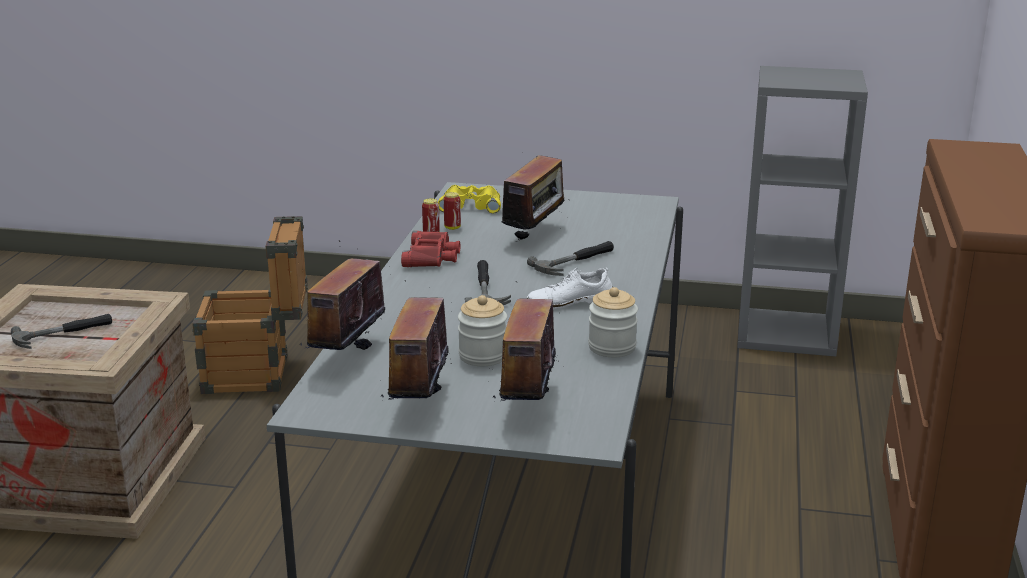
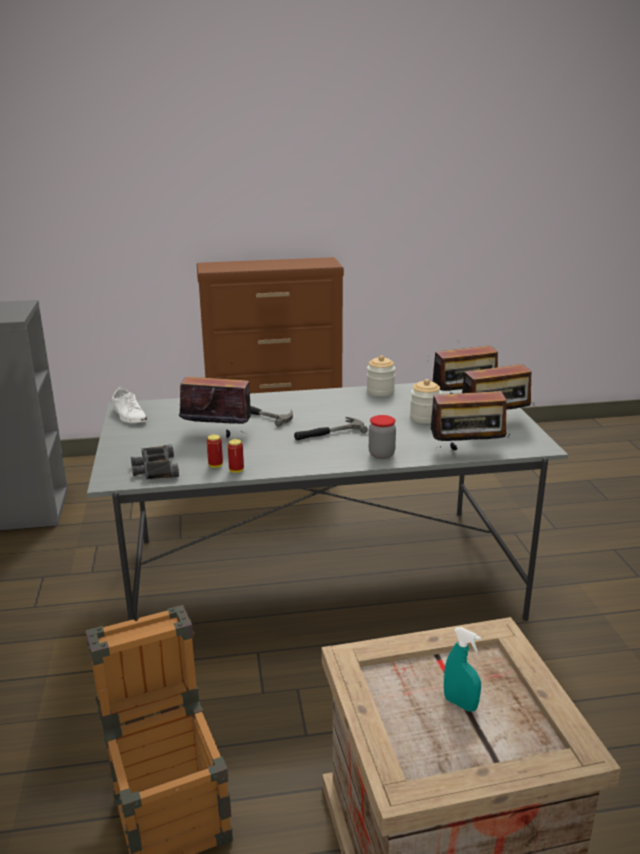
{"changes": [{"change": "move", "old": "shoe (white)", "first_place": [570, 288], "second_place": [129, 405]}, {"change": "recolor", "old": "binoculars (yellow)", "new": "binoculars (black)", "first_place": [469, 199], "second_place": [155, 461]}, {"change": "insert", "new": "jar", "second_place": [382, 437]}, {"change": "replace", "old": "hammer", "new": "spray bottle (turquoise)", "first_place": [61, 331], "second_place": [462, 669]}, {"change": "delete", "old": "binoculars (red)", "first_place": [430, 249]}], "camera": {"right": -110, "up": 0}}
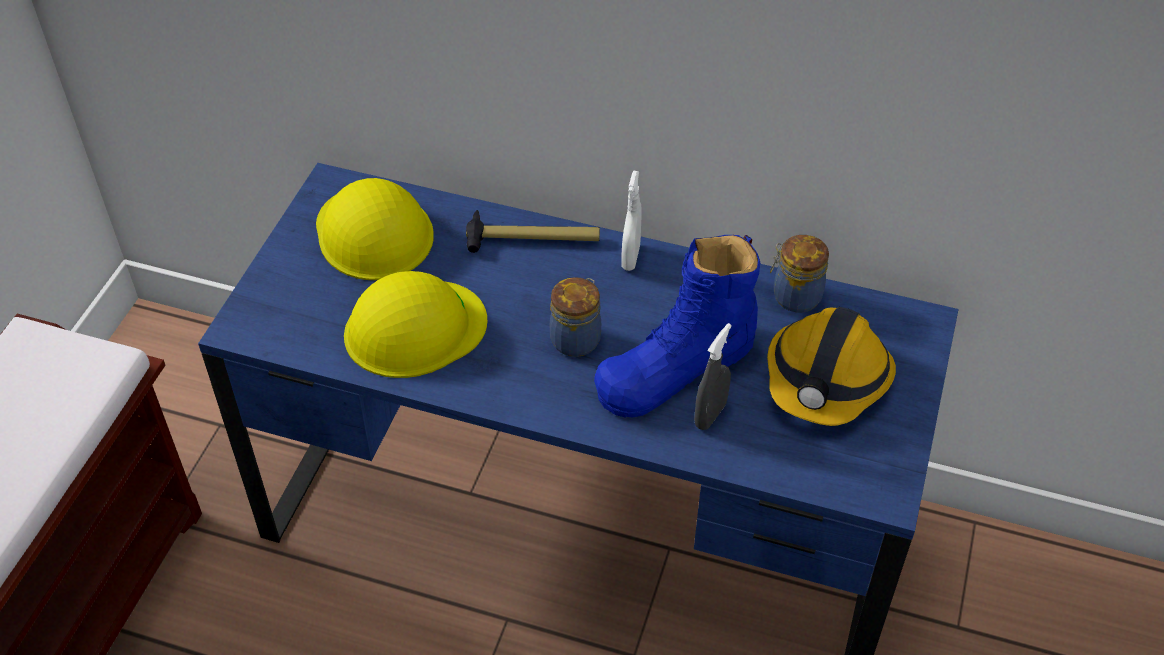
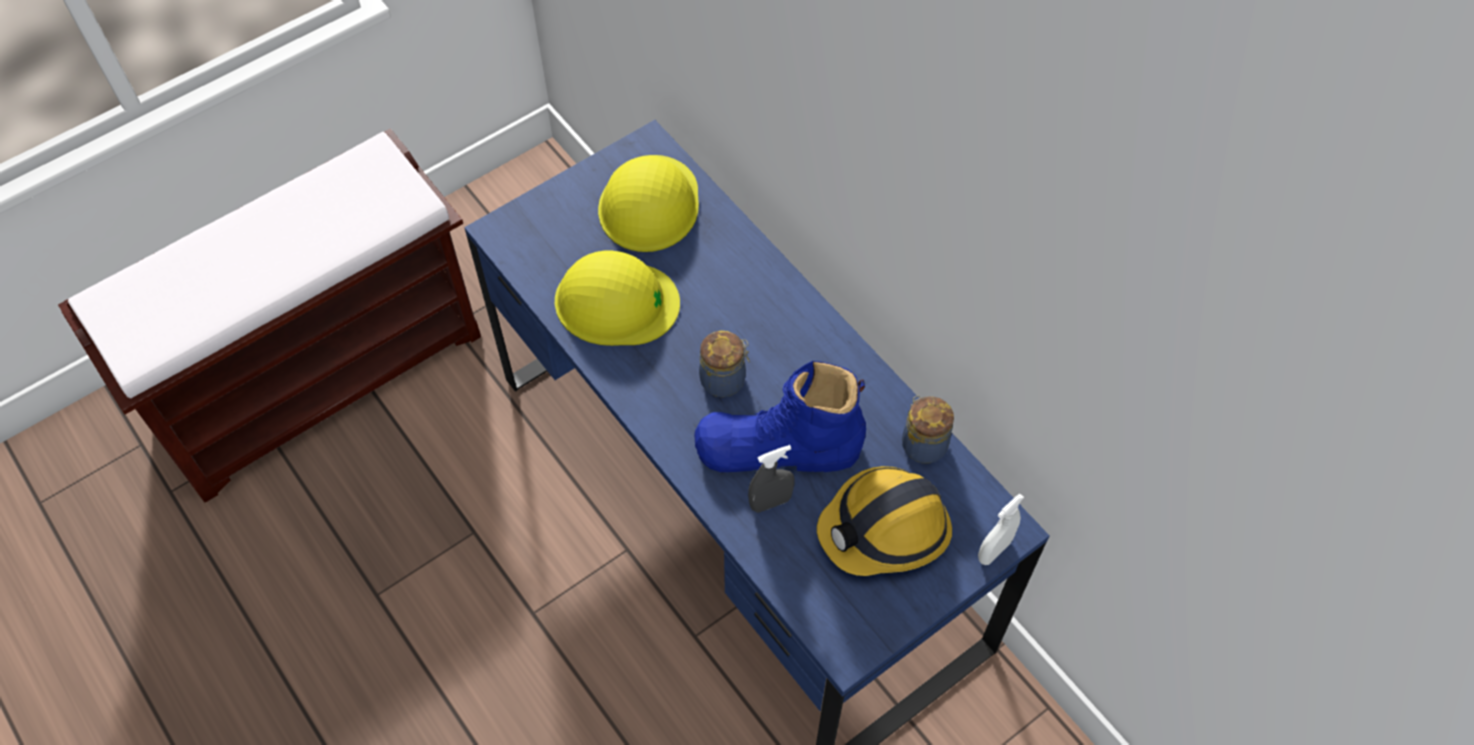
{"changes": [{"change": "move", "old": "spray bottle (white)", "first_place": [631, 220], "second_place": [1001, 529]}, {"change": "delete", "old": "hammer", "first_place": [533, 231]}], "camera": {"right": 35, "up": 10}}
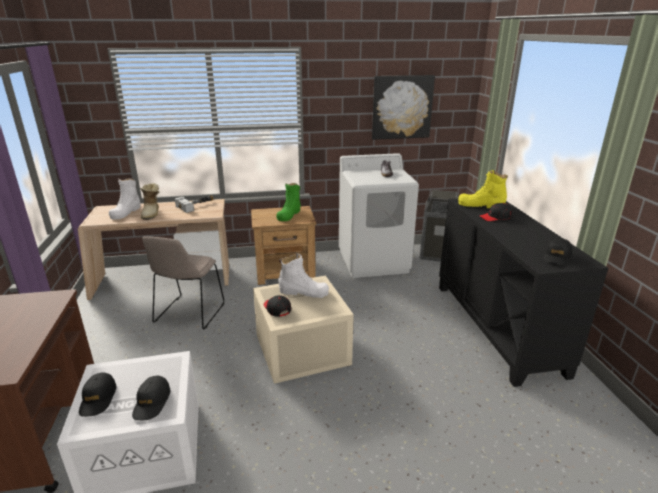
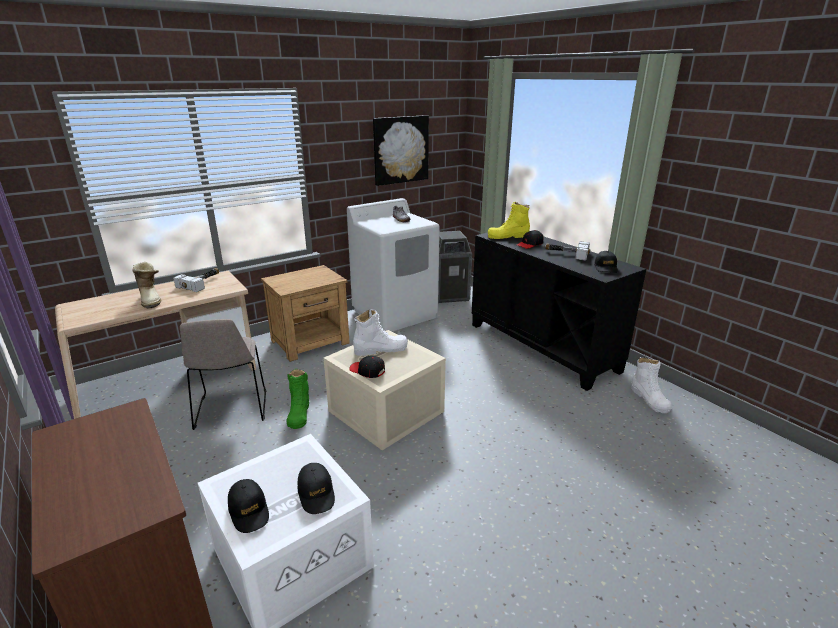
{"changes": [{"change": "move", "old": "boot (green)", "first_place": [288, 202], "second_place": [297, 399]}, {"change": "insert", "new": "hammer", "second_place": [567, 251]}, {"change": "move", "old": "boot (white)", "first_place": [125, 199], "second_place": [651, 385]}], "camera": {"right": -25, "up": 0}}
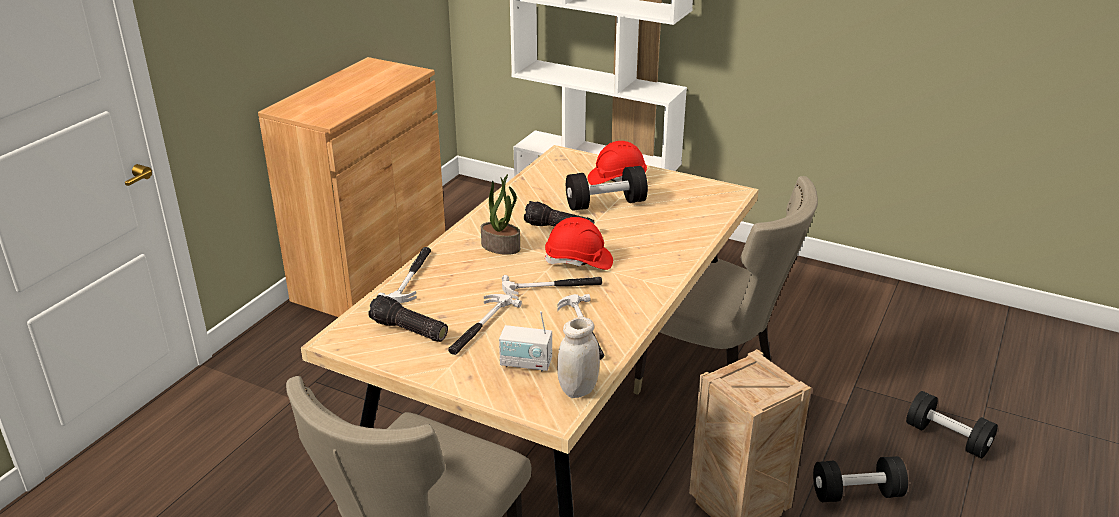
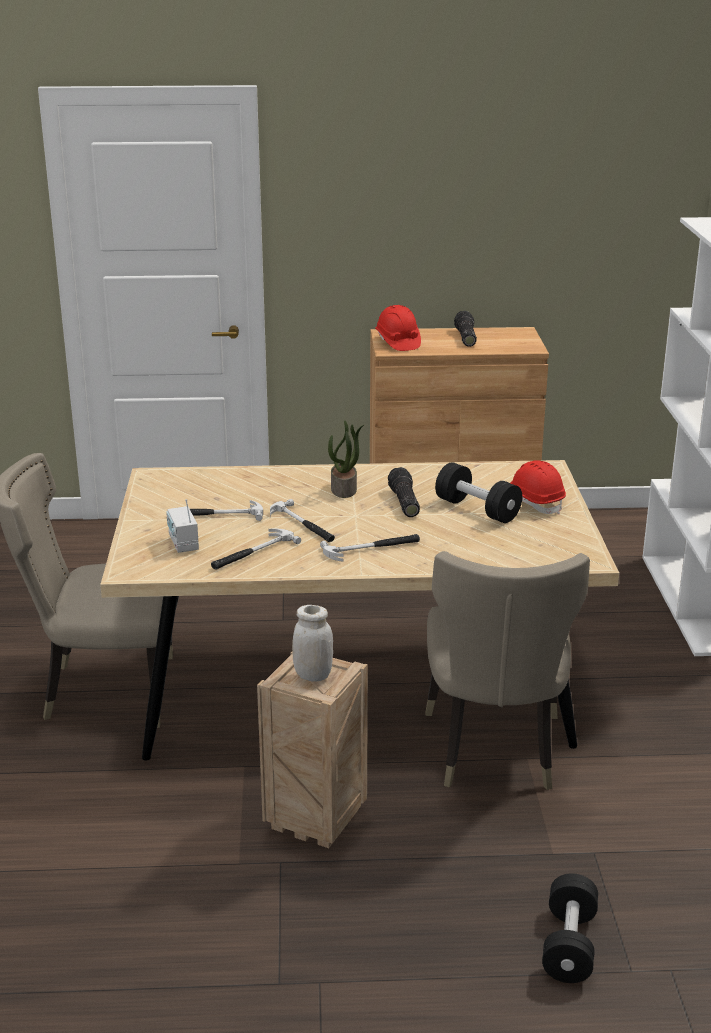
{"changes": [{"change": "move", "old": "jar (white)", "first_place": [578, 357], "second_place": [312, 643]}, {"change": "move", "old": "hammer", "first_place": [404, 275], "second_place": [370, 548]}, {"change": "move", "old": "hard hat (red)", "first_place": [578, 243], "second_place": [398, 328]}, {"change": "move", "old": "flashlight", "first_place": [408, 318], "second_place": [465, 329]}, {"change": "delete", "old": "dumbbell (black)", "first_place": [860, 479]}], "camera": {"right": 60, "up": -5}}
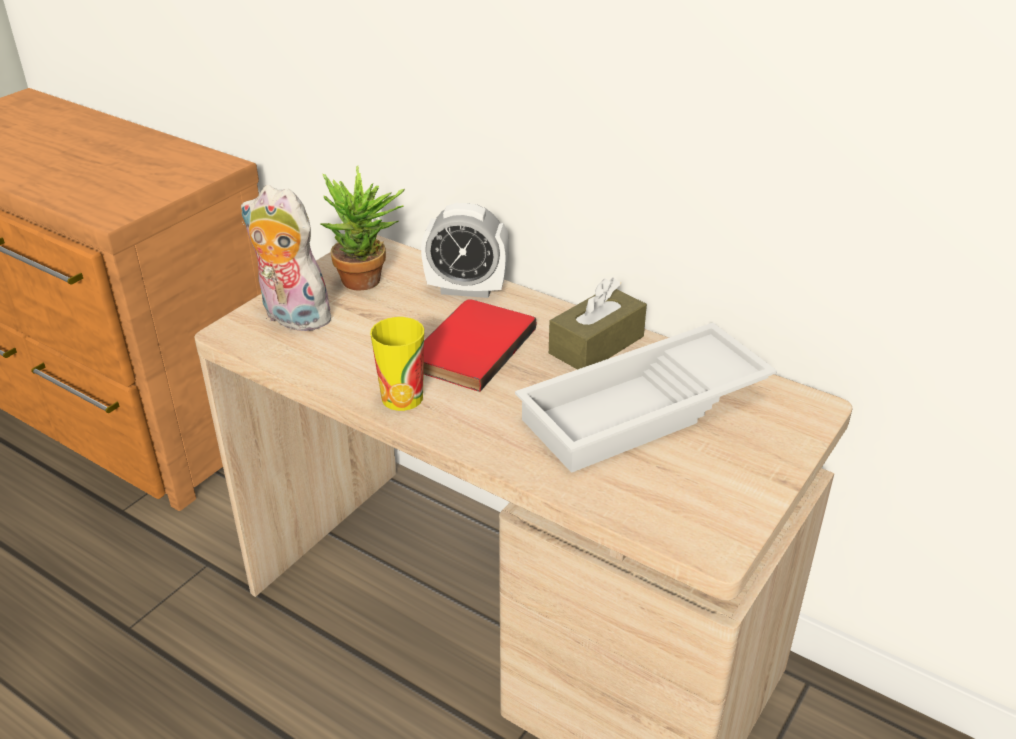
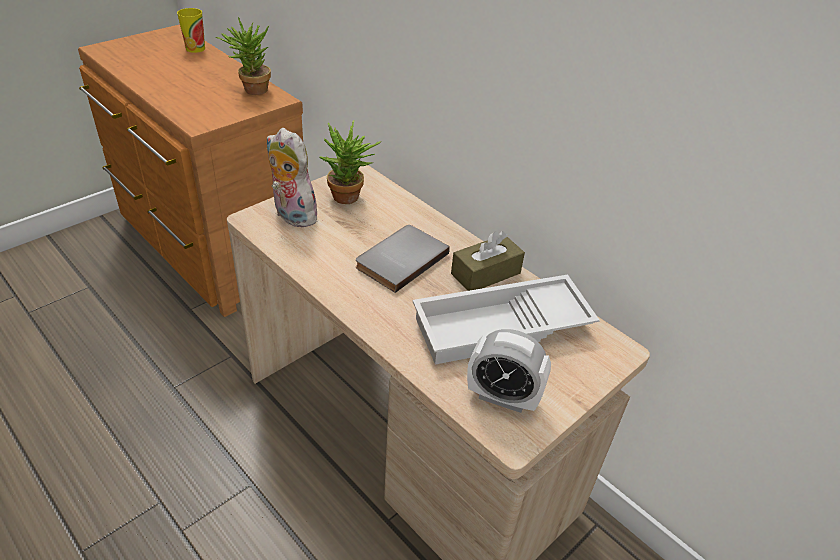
{"changes": [{"change": "move", "old": "cup", "first_place": [397, 364], "second_place": [191, 30]}, {"change": "insert", "new": "potted plant", "second_place": [243, 56]}, {"change": "recolor", "old": "book (red)", "new": "book (grey)", "first_place": [479, 345], "second_place": [403, 259]}, {"change": "move", "old": "alarm clock", "first_place": [465, 250], "second_place": [509, 371]}], "camera": {"right": 10, "up": 5}}
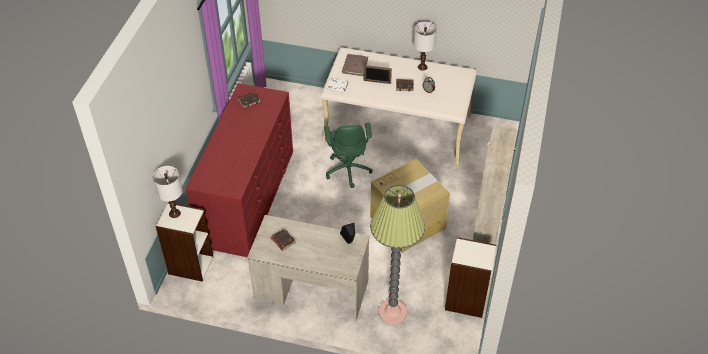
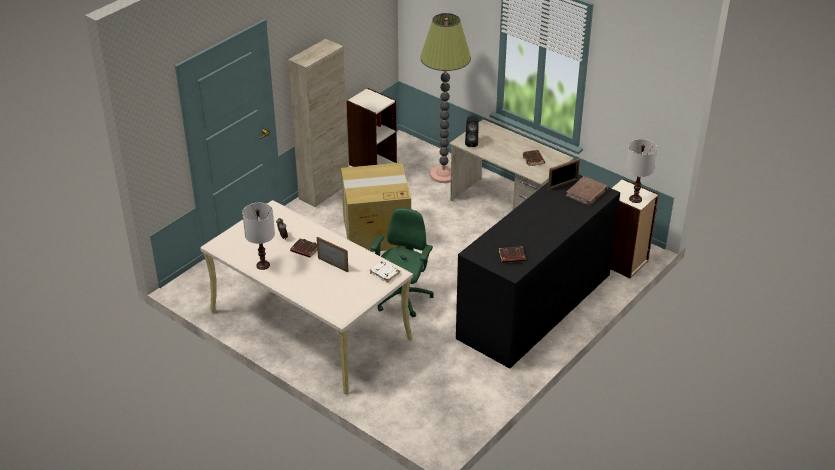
{"changes": [{"change": "recolor", "old": "dresser (red)", "new": "dresser (black)", "first_place": [239, 170], "second_place": [538, 271]}, {"change": "insert", "new": "picture frame", "second_place": [564, 174]}, {"change": "move", "old": "book (brown)", "first_place": [355, 65], "second_place": [587, 190]}], "camera": {"right": -155, "up": -10}}
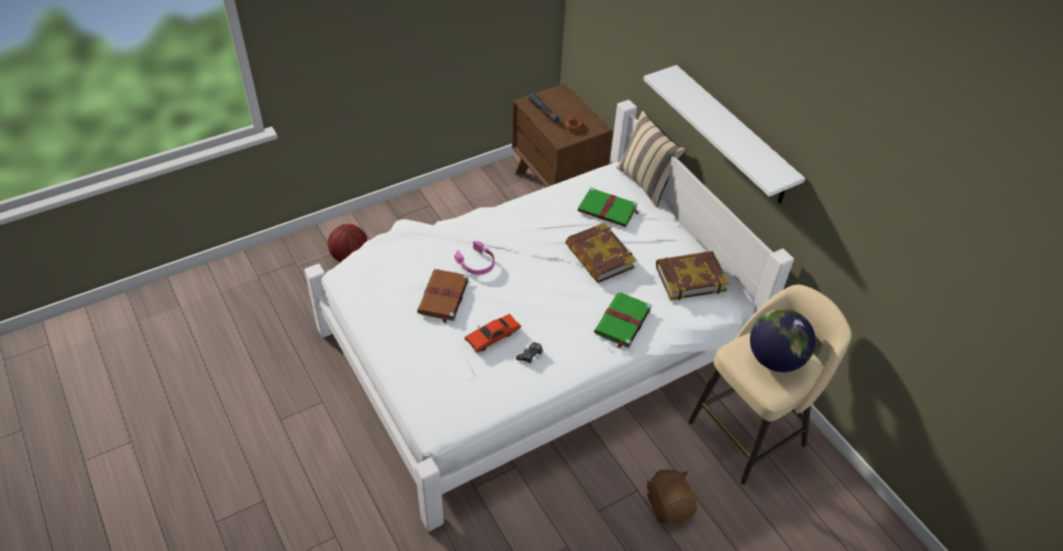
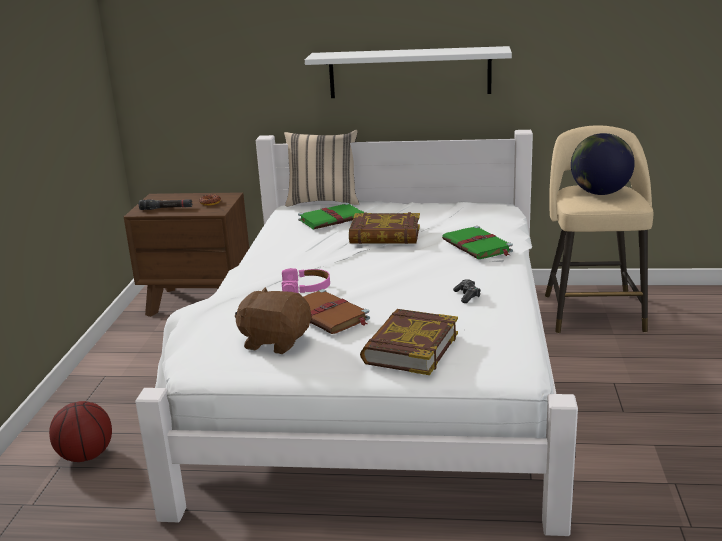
{"changes": [{"change": "move", "old": "plush toy (brown)", "first_place": [671, 496], "second_place": [273, 320]}, {"change": "move", "old": "book", "first_place": [692, 275], "second_place": [409, 342]}, {"change": "delete", "old": "toy car (red)", "first_place": [492, 333]}], "camera": {"right": -50, "up": -25}}
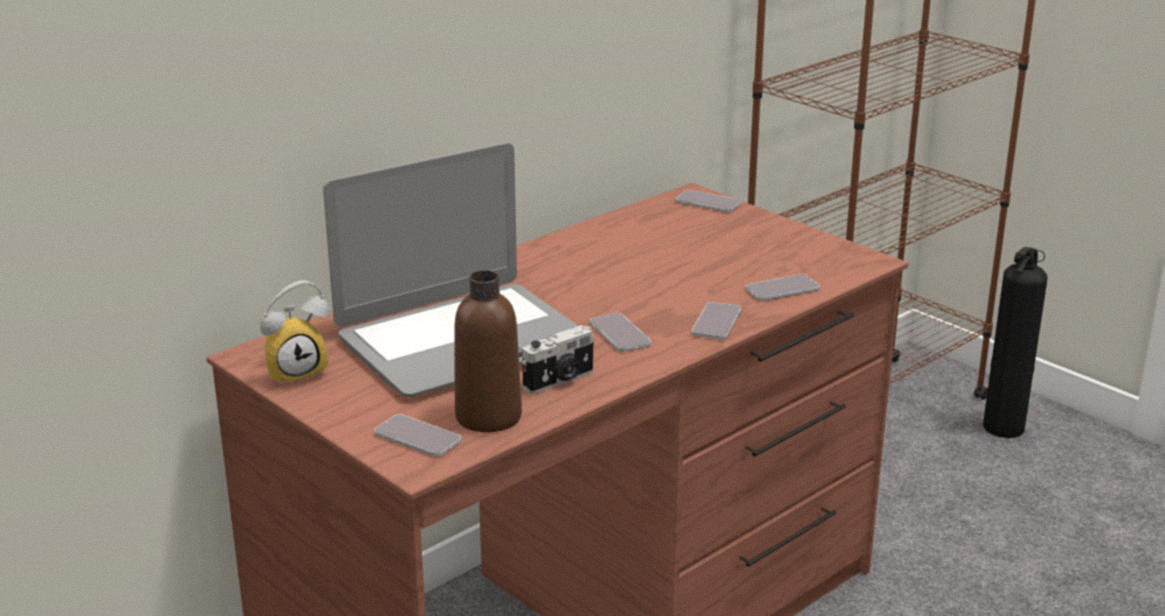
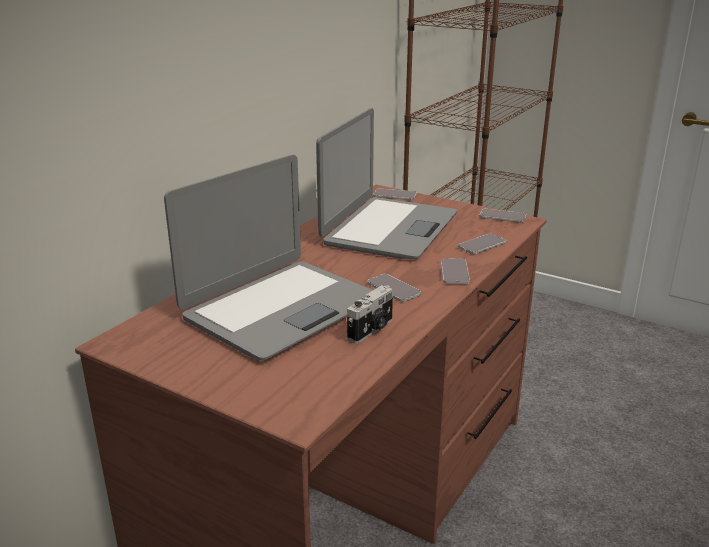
{"changes": [{"change": "insert", "new": "laptop", "second_place": [386, 183]}, {"change": "move", "old": "phone", "first_place": [417, 435], "second_place": [502, 216]}, {"change": "delete", "old": "alarm clock", "first_place": [295, 334]}, {"change": "delete", "old": "bottle (brown)", "first_place": [488, 351]}, {"change": "delete", "old": "fire extinguisher", "first_place": [1015, 342]}], "camera": {"right": -15, "up": 0}}
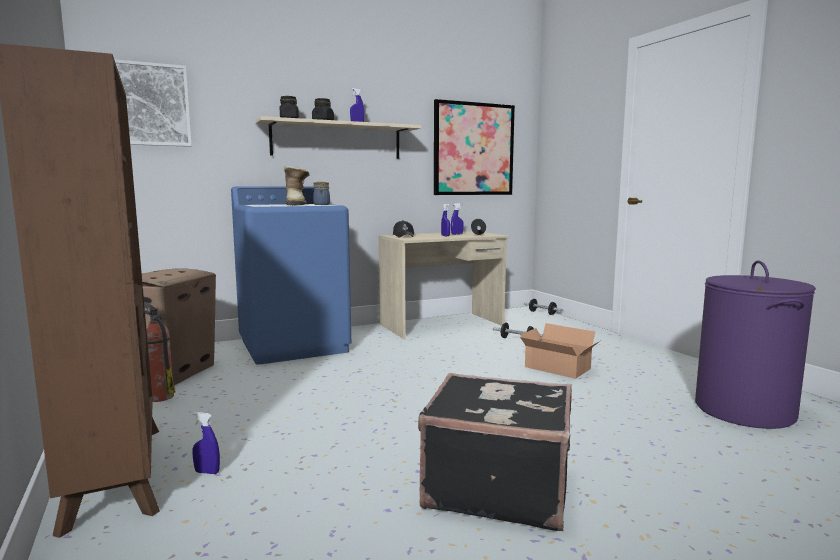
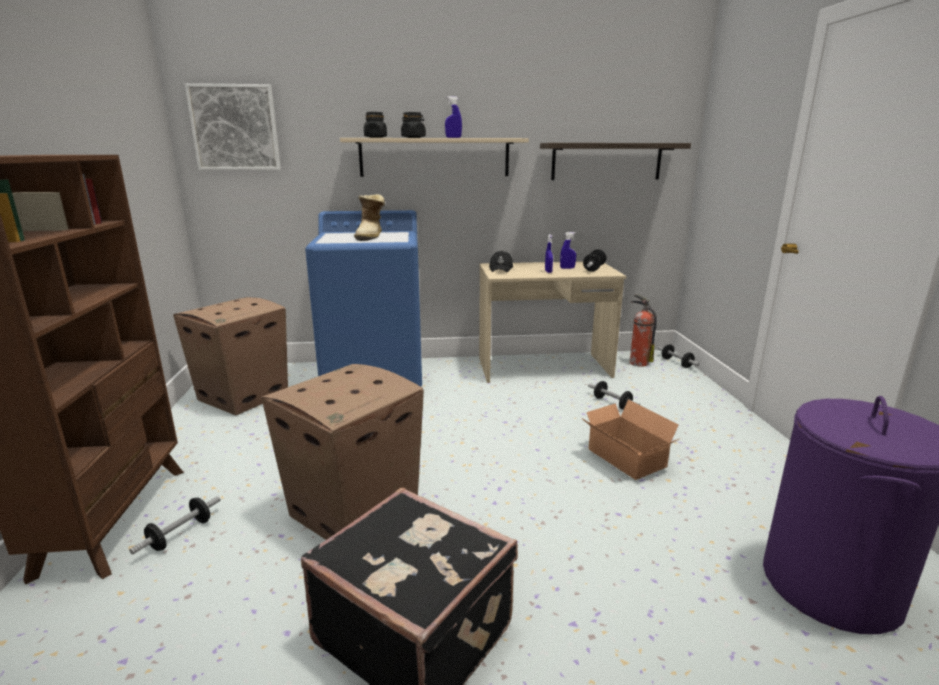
{"changes": [{"change": "replace", "old": "spray bottle (blue)", "new": "dumbbell", "first_place": [206, 443], "second_place": [175, 525]}, {"change": "insert", "new": "cardboard box", "second_place": [342, 452]}, {"change": "replace", "old": "picture", "new": "shelf", "first_place": [474, 147], "second_place": [615, 161]}, {"change": "move", "old": "fire extinguisher", "first_place": [160, 352], "second_place": [643, 331]}, {"change": "delete", "old": "jar", "first_place": [321, 193]}], "camera": {"right": 20, "up": 10}}
